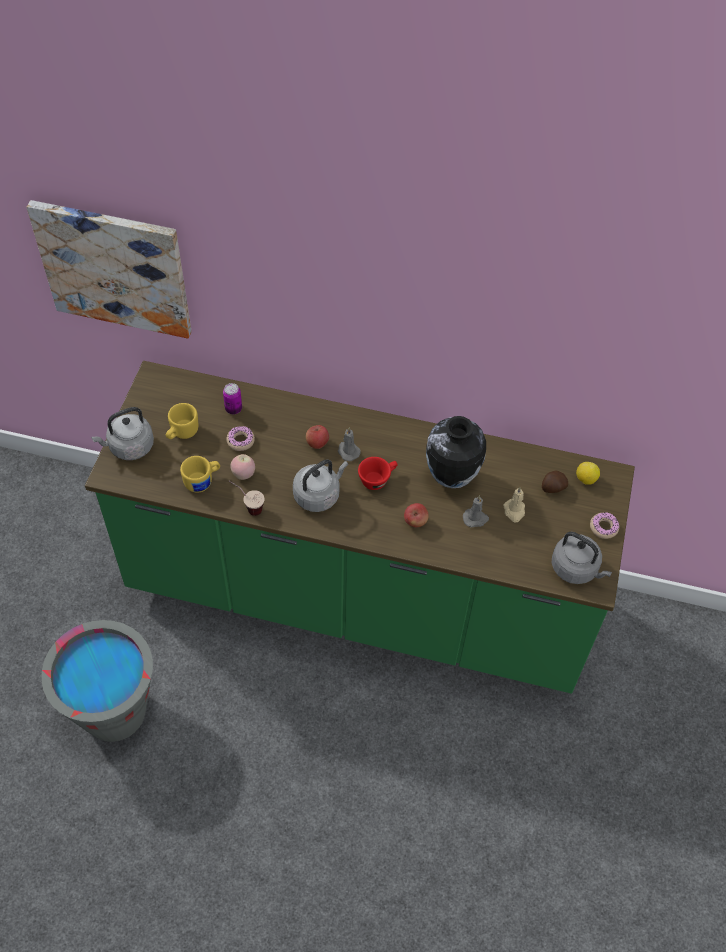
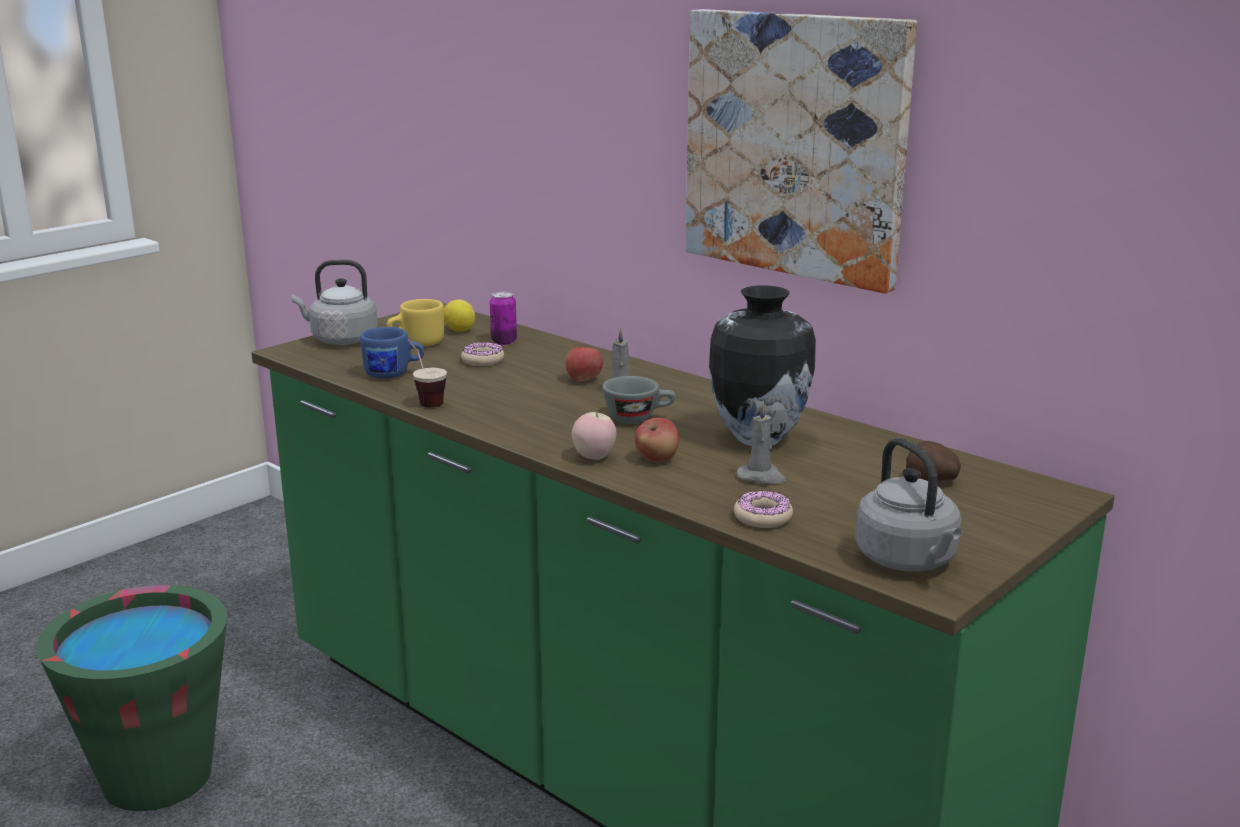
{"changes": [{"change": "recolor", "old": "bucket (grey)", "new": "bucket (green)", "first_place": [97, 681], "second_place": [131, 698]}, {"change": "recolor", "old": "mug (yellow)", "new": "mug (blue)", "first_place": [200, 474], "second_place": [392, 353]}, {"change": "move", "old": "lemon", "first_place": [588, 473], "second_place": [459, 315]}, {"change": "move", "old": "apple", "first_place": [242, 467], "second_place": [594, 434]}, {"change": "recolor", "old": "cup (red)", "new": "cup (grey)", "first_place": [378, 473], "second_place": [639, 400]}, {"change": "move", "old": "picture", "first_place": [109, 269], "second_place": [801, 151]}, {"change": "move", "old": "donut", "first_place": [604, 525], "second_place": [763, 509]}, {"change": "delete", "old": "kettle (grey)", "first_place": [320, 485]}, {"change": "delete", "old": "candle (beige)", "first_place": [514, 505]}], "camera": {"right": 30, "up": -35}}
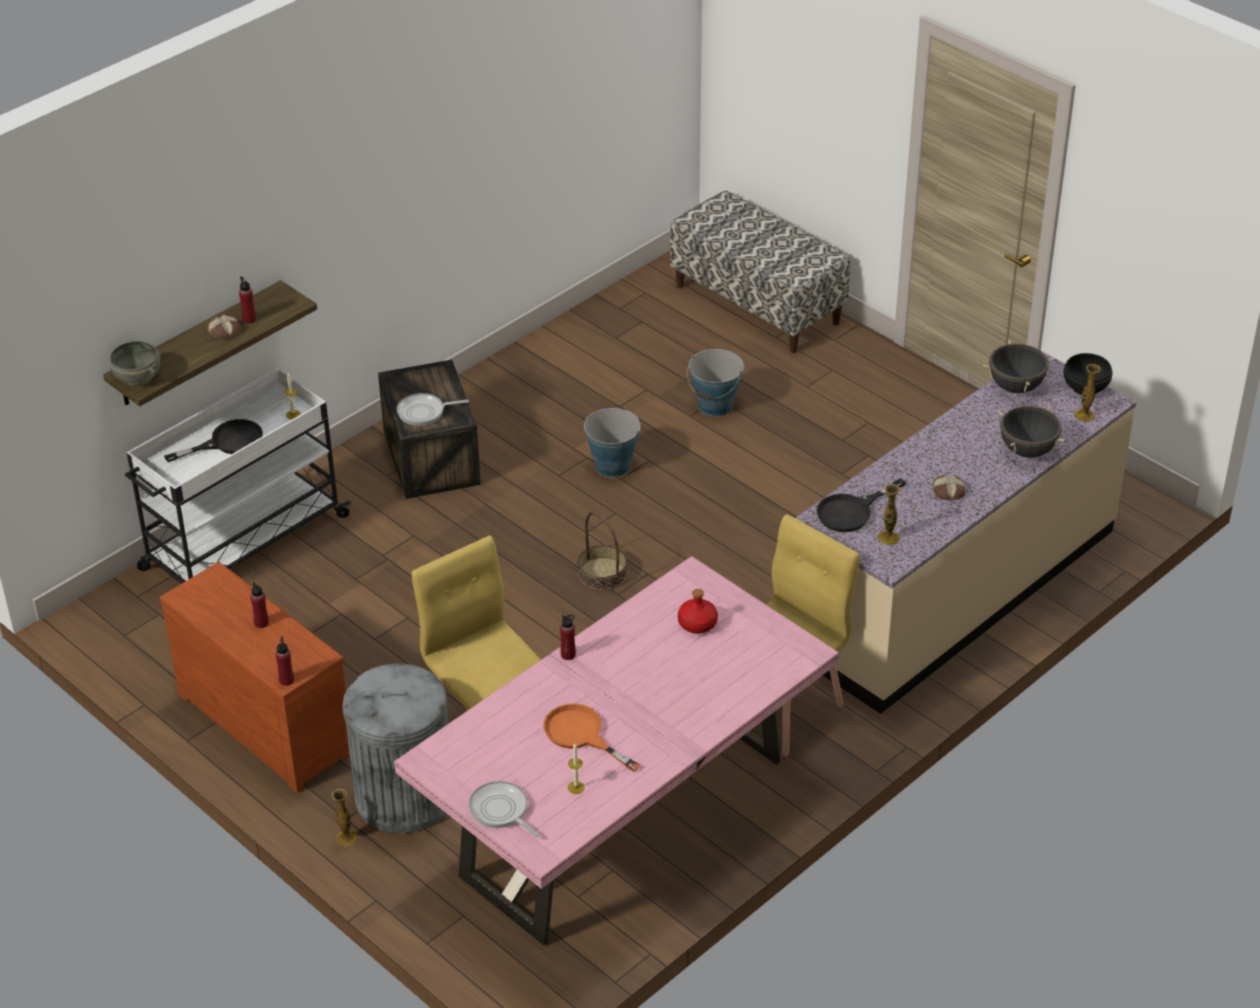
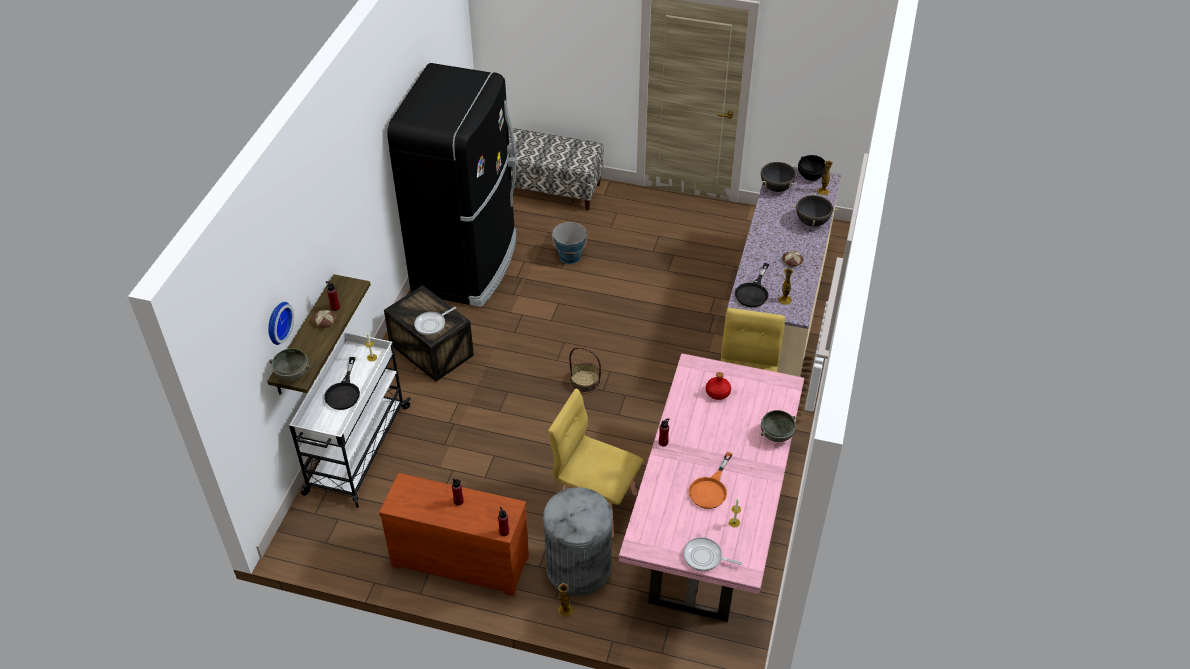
{"changes": [{"change": "insert", "new": "wall clock", "second_place": [281, 323]}, {"change": "rotate", "old": "frying pan (black)", "first_place": [213, 440], "second_place": [342, 383], "degrees": 150}, {"change": "insert", "new": "fridge (black)", "second_place": [451, 185]}, {"change": "rotate", "old": "frying pan (orange)", "first_place": [591, 737], "second_place": [711, 480], "degrees": -75}, {"change": "insert", "new": "bowl (grey)", "second_place": [778, 426]}, {"change": "delete", "old": "bucket", "first_place": [613, 443]}], "camera": {"right": -30, "up": 5}}
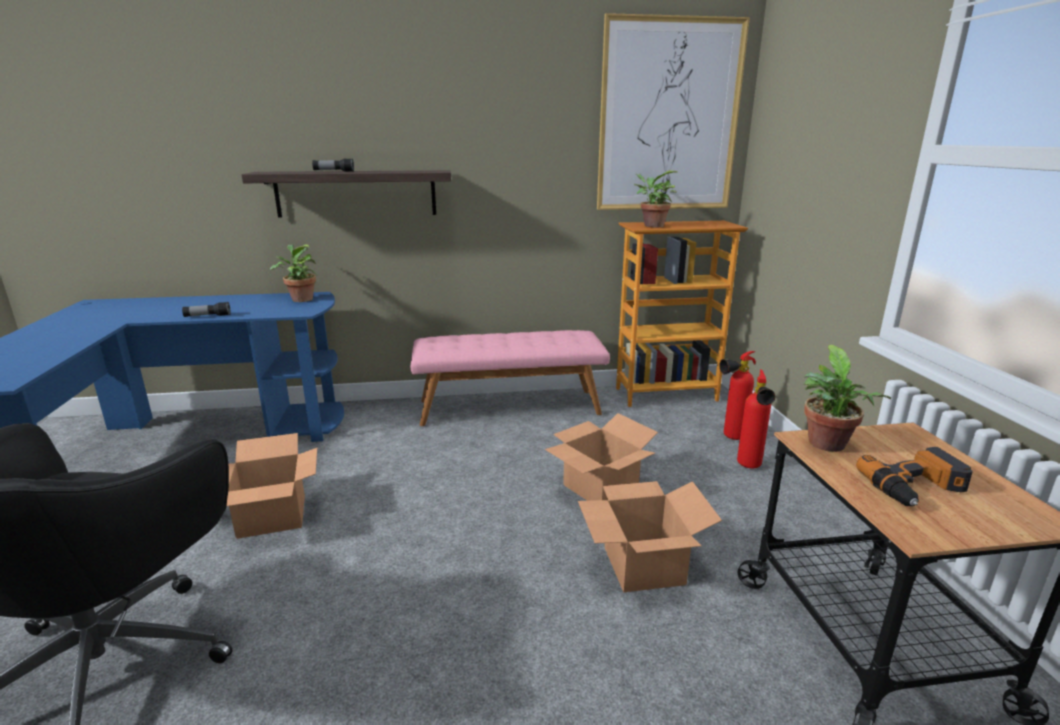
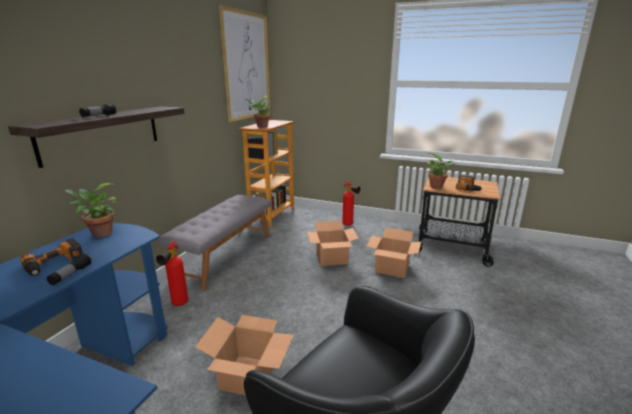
{"changes": [{"change": "insert", "new": "power drill", "second_place": [51, 257]}, {"change": "move", "old": "fire extinguisher", "first_place": [737, 395], "second_place": [172, 273]}, {"change": "recolor", "old": "bench (pink)", "new": "bench (grey)", "first_place": [510, 378], "second_place": [214, 242]}], "camera": {"right": -60, "up": 0}}
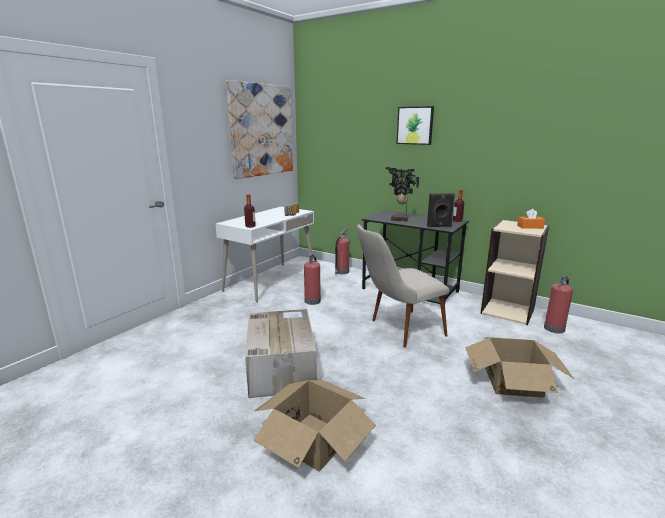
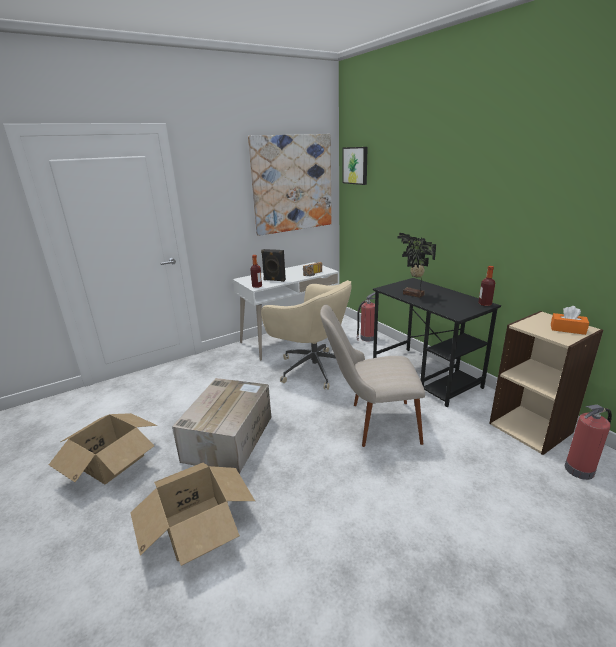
{"changes": [{"change": "move", "old": "cardboard box", "first_place": [519, 367], "second_place": [103, 448]}, {"change": "move", "old": "speaker (black)", "first_place": [441, 210], "second_place": [273, 265]}, {"change": "replace", "old": "fire extinguisher", "new": "office chair (beige)", "first_place": [312, 279], "second_place": [306, 335]}, {"change": "move", "old": "picture", "first_place": [415, 125], "second_place": [355, 166]}], "camera": {"right": 25, "up": 5}}
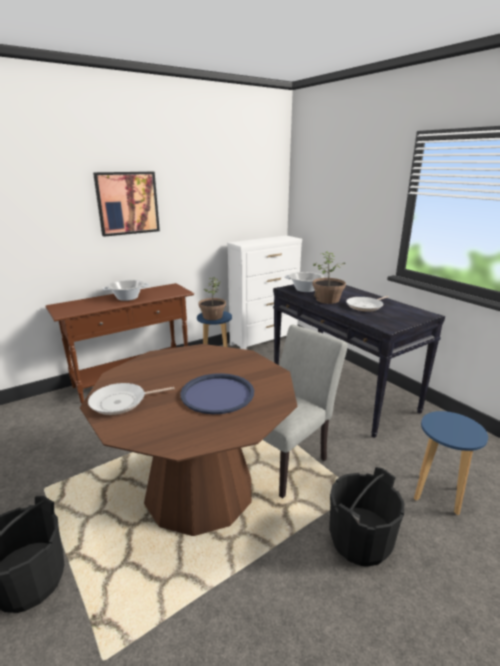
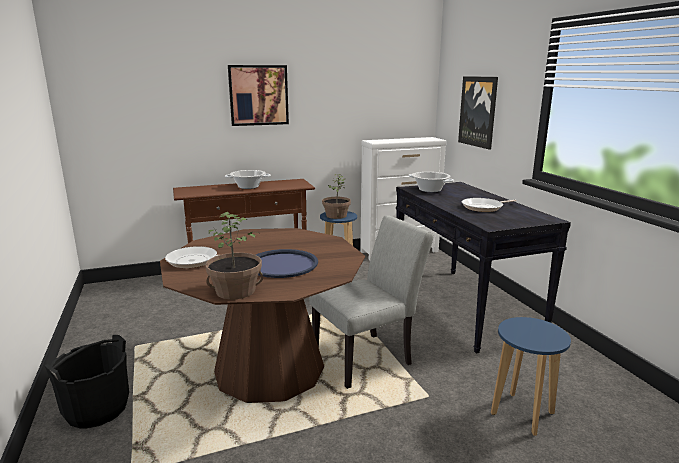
{"changes": [{"change": "move", "old": "potted plant", "first_place": [329, 278], "second_place": [234, 255]}, {"change": "insert", "new": "picture", "second_place": [478, 113]}, {"change": "delete", "old": "bucket (black)", "first_place": [366, 517]}], "camera": {"right": 15, "up": -5}}
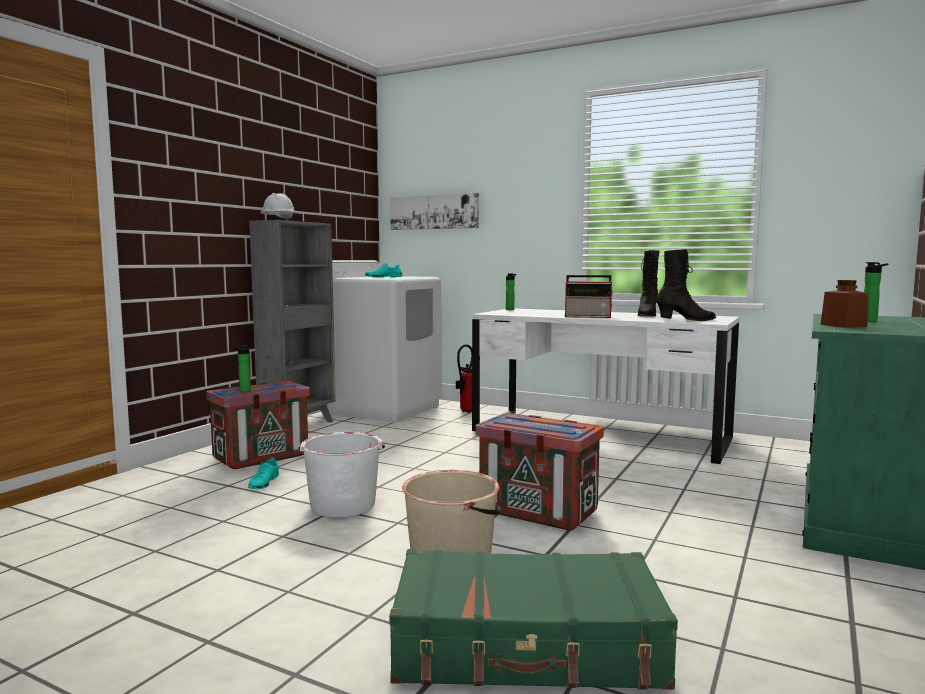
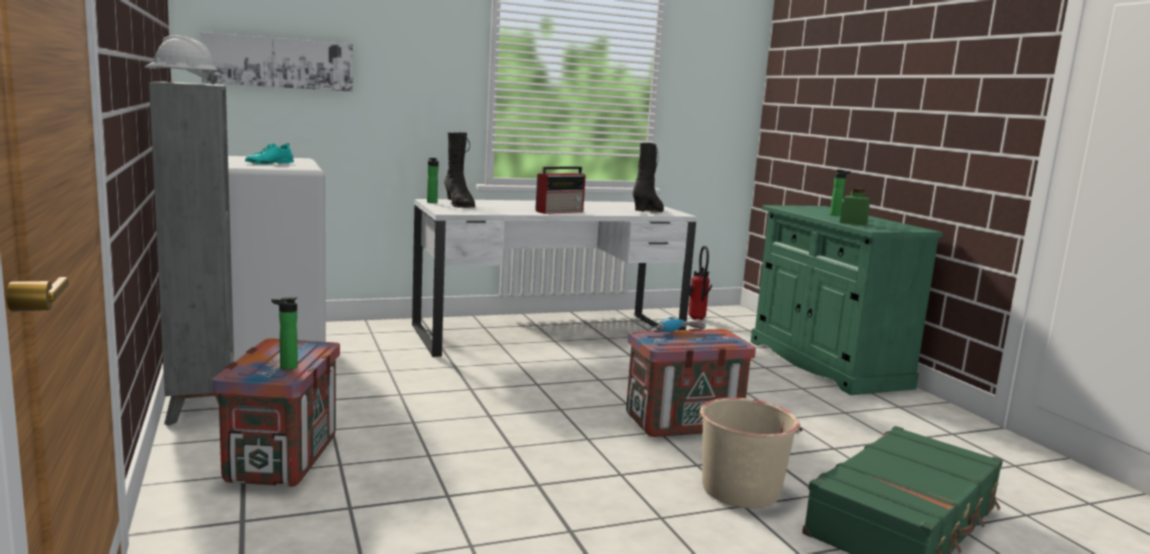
{"changes": [{"change": "move", "old": "boot (black)", "first_place": [649, 283], "second_place": [459, 170]}, {"change": "insert", "new": "power drill", "second_place": [678, 325]}, {"change": "move", "old": "fire extinguisher", "first_place": [464, 378], "second_place": [700, 283]}, {"change": "recolor", "old": "jar (brown)", "new": "jar (green)", "first_place": [844, 304], "second_place": [855, 207]}, {"change": "delete", "old": "shoe (turquoise)", "first_place": [263, 473]}, {"change": "delete", "old": "bucket (white)", "first_place": [342, 475]}], "camera": {"right": -50, "up": 5}}
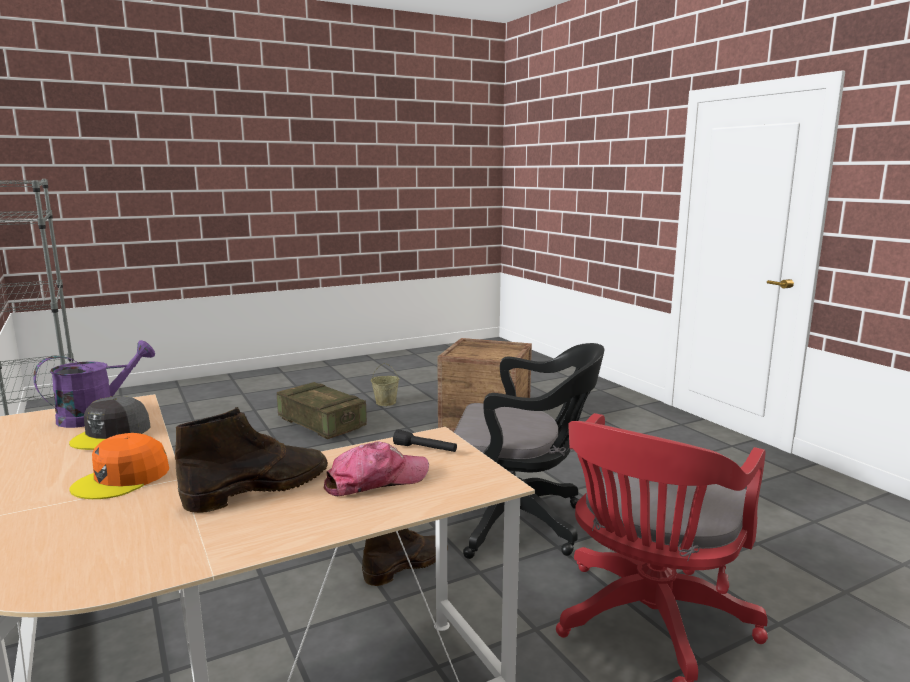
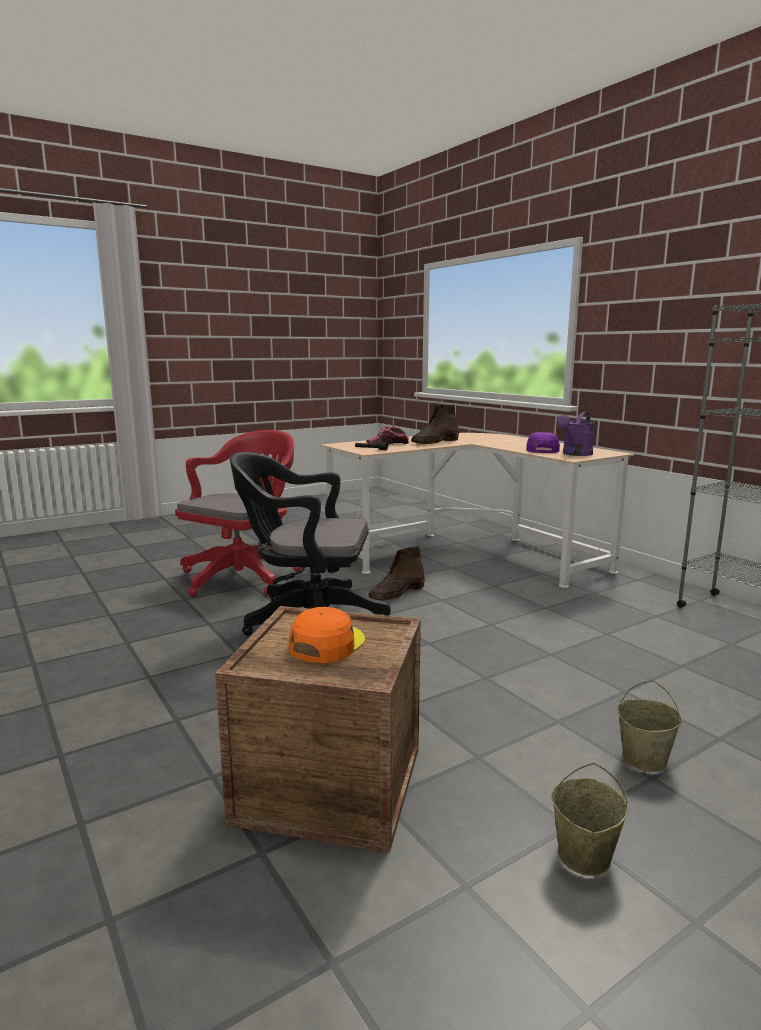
{"changes": [{"change": "move", "old": "cap (orange)", "first_place": [119, 466], "second_place": [327, 635]}, {"change": "recolor", "old": "cap (grey)", "new": "cap (purple)", "first_place": [109, 423], "second_place": [543, 442]}, {"change": "replace", "old": "crate", "new": "bucket (beige)", "first_place": [322, 410], "second_place": [649, 726]}], "camera": {"right": 175, "up": 0}}
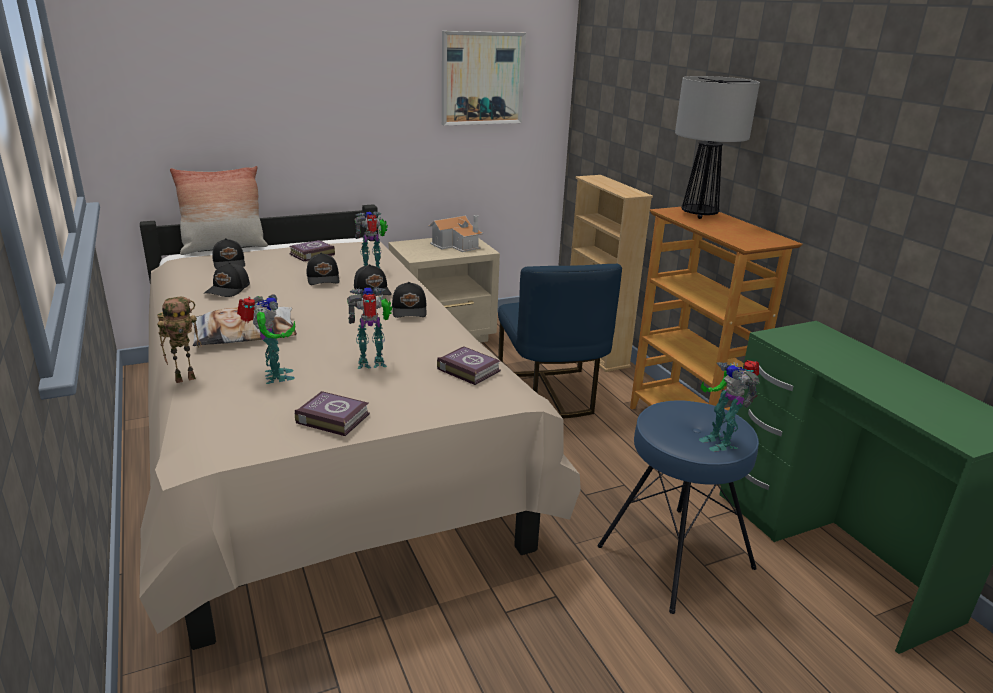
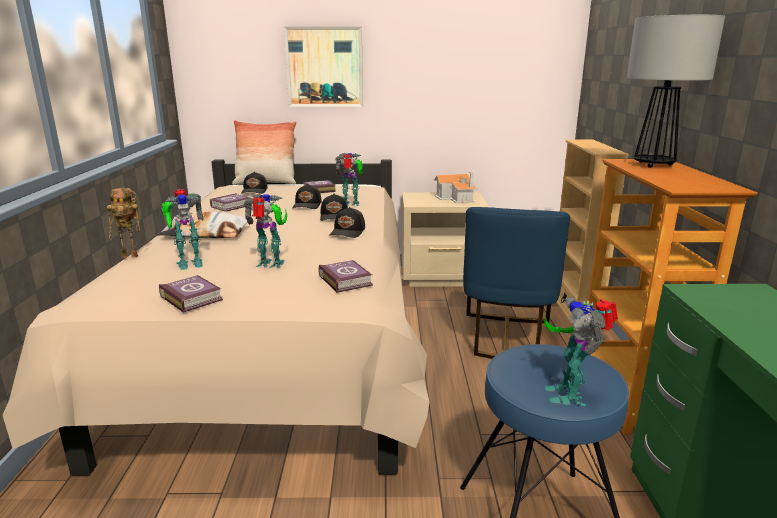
{"changes": [{"change": "rotate", "old": "toy robot", "first_place": [266, 339], "second_place": [182, 229], "degrees": 60}, {"change": "replace", "old": "cap (black)", "new": "book", "first_place": [227, 279], "second_place": [229, 202]}, {"change": "move", "old": "picture", "first_place": [484, 78], "second_place": [323, 66]}], "camera": {"right": 25, "up": -5}}
